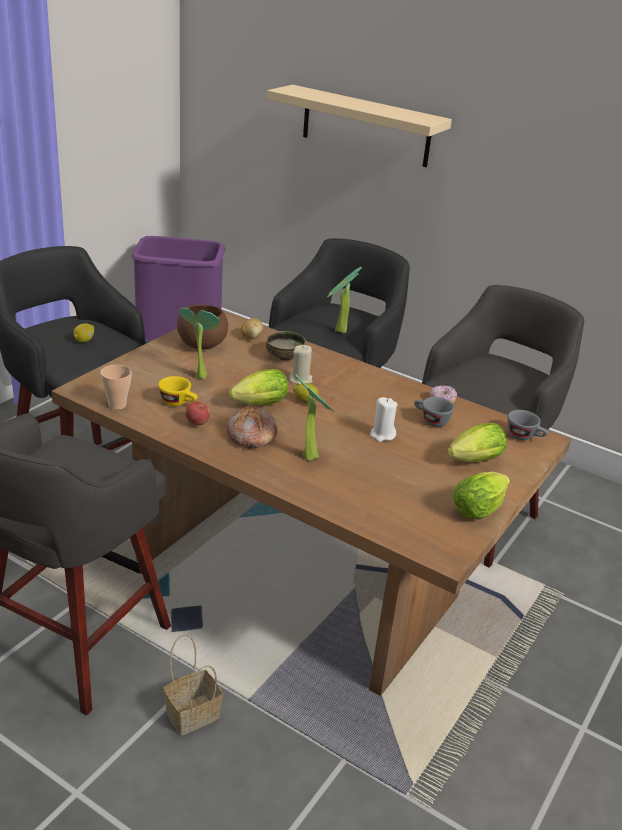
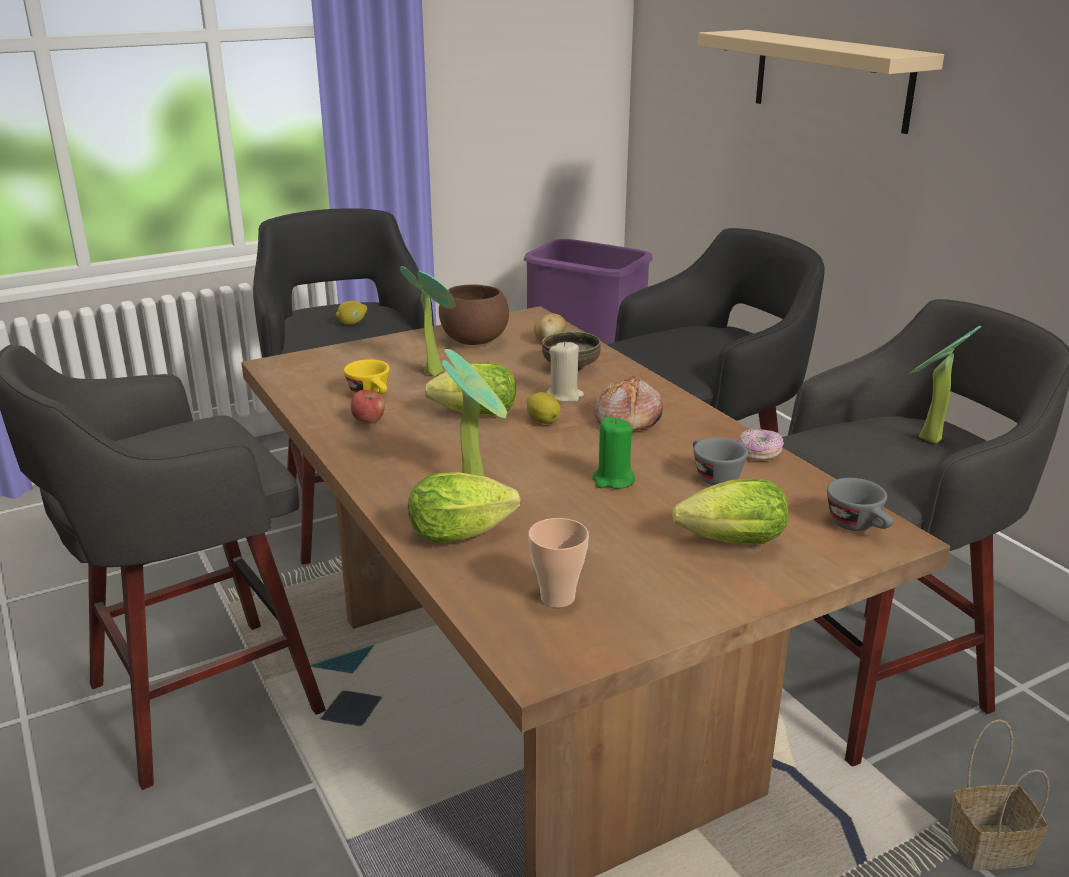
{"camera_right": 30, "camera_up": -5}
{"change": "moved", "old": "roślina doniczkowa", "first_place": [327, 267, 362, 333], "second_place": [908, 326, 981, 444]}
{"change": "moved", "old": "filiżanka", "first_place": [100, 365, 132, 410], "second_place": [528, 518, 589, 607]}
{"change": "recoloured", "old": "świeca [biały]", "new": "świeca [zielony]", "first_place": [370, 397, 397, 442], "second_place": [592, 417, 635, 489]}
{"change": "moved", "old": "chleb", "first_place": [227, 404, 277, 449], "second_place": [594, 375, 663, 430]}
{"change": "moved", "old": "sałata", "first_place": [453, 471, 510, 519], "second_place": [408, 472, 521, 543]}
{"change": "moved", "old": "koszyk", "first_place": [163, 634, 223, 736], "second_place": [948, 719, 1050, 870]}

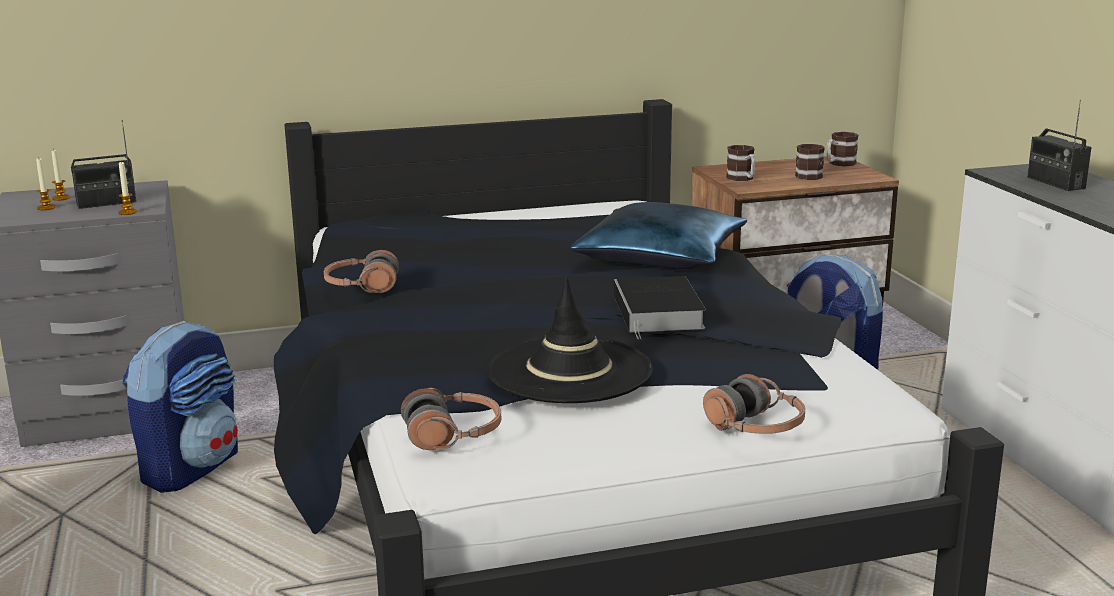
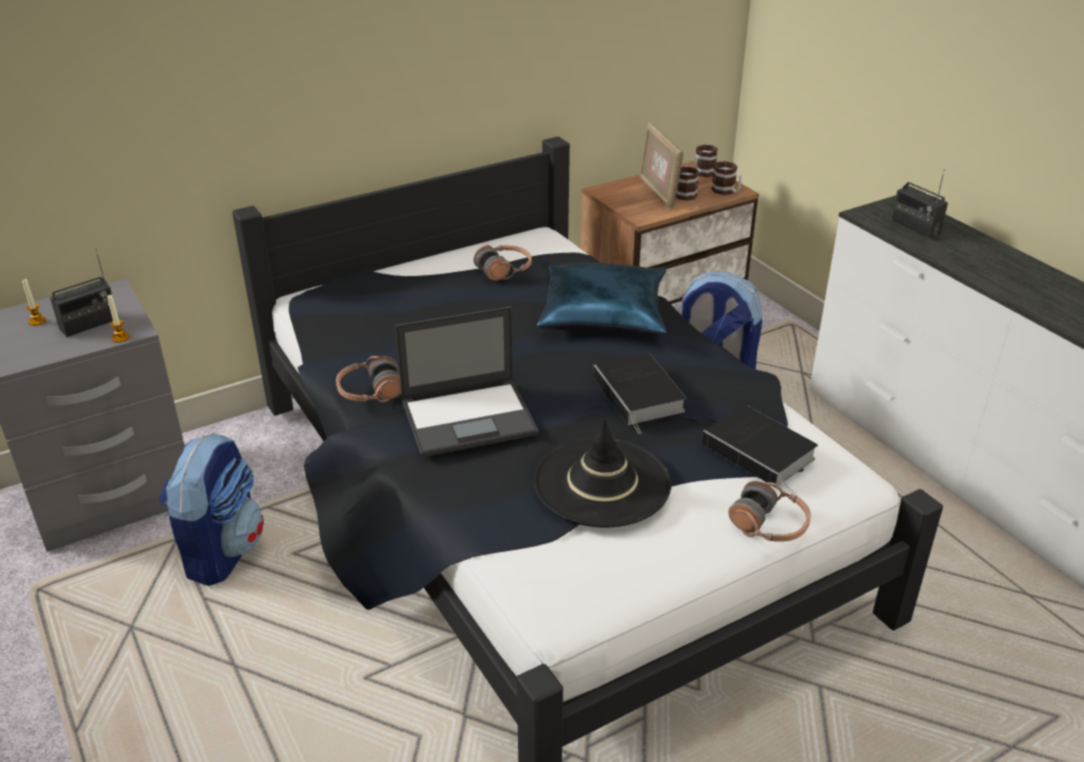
{"camera_right": -15, "camera_up": 15}
{"change": "moved", "old": "kubek", "first_place": [726, 145, 755, 181], "second_place": [711, 161, 742, 195]}
{"change": "removed", "old": "świeca", "first_place": [36, 158, 56, 210]}
{"change": "moved", "old": "słuchawki", "first_place": [401, 388, 501, 450], "second_place": [473, 245, 532, 281]}
{"change": "added", "new": "ramka na zdjęcie", "second_place": [639, 122, 684, 210]}
{"change": "added", "new": "laptop", "second_place": [395, 307, 538, 457]}
{"change": "added", "new": "książka", "second_place": [702, 405, 818, 494]}

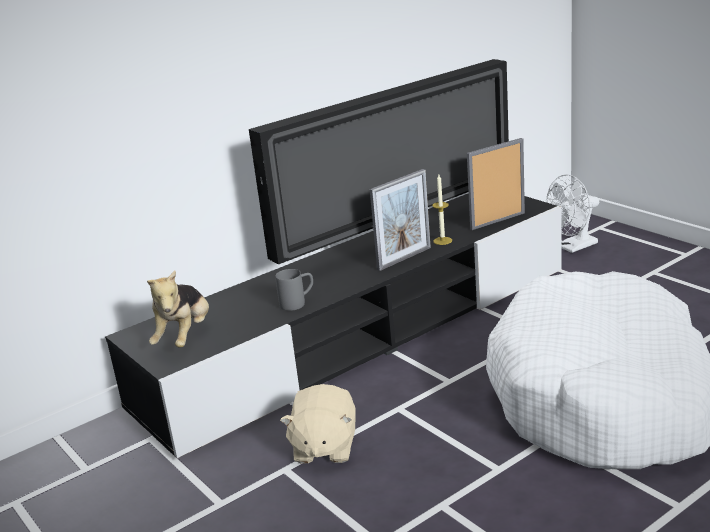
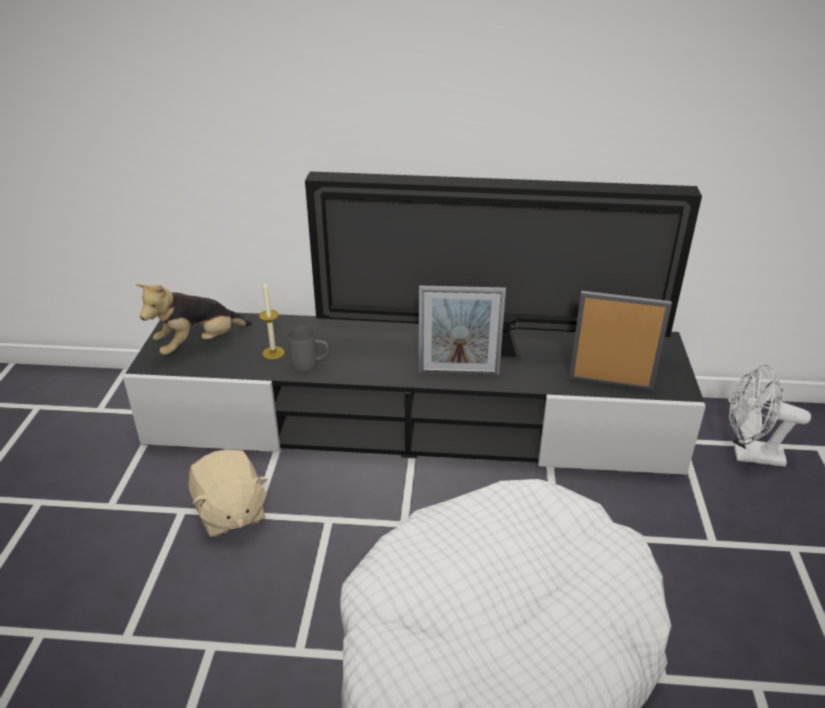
{"camera_right": 40, "camera_up": 10}
{"change": "moved", "old": "świeca", "first_place": [433, 175, 452, 245], "second_place": [259, 282, 285, 359]}
{"change": "turned", "old": "pluszak [beżowy]", "first_place": [280, 384, 356, 463], "second_place": [188, 449, 268, 537], "degrees": -75}

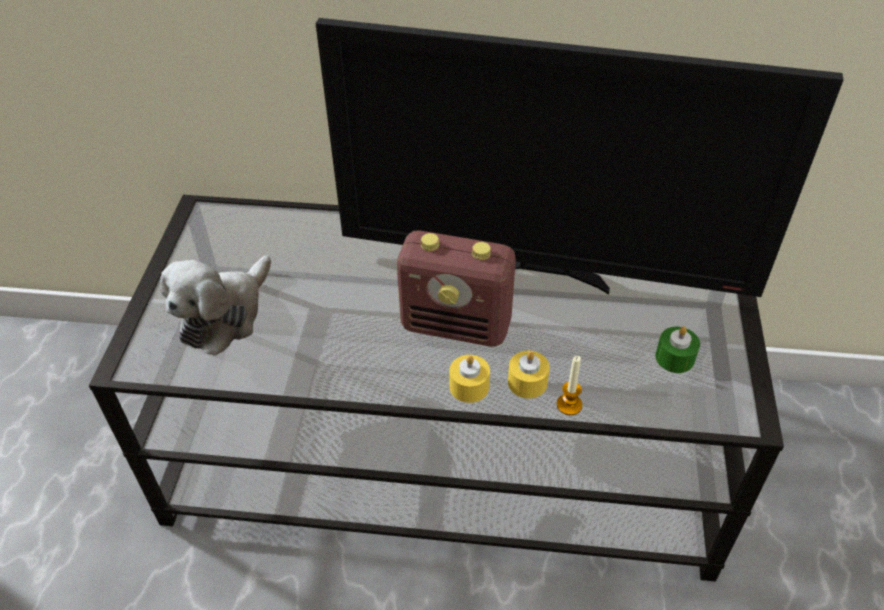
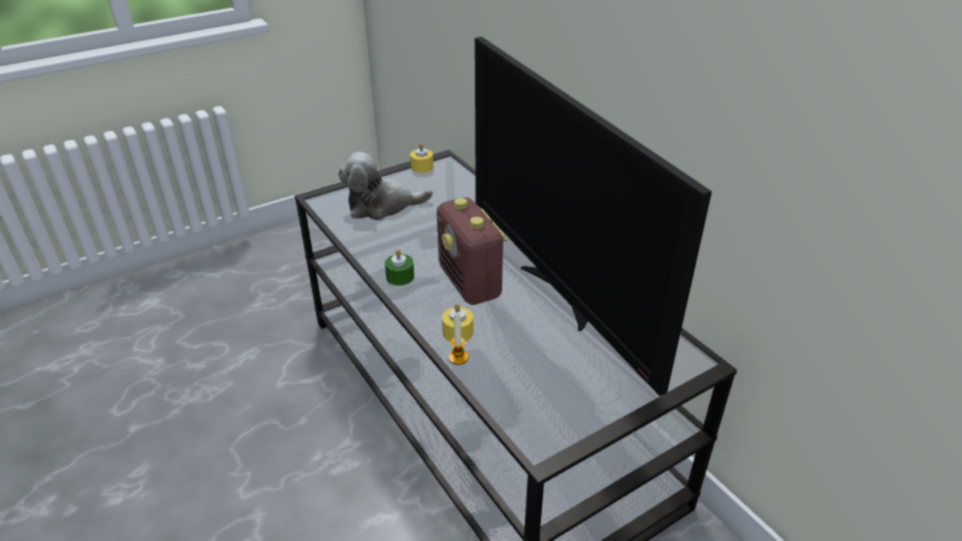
{"camera_right": 50, "camera_up": -10}
{"change": "moved", "old": "świeca [zielony]", "first_place": [655, 326, 700, 373], "second_place": [385, 249, 414, 286]}
{"change": "moved", "old": "świeca [żółty]", "first_place": [450, 355, 490, 403], "second_place": [410, 143, 433, 173]}

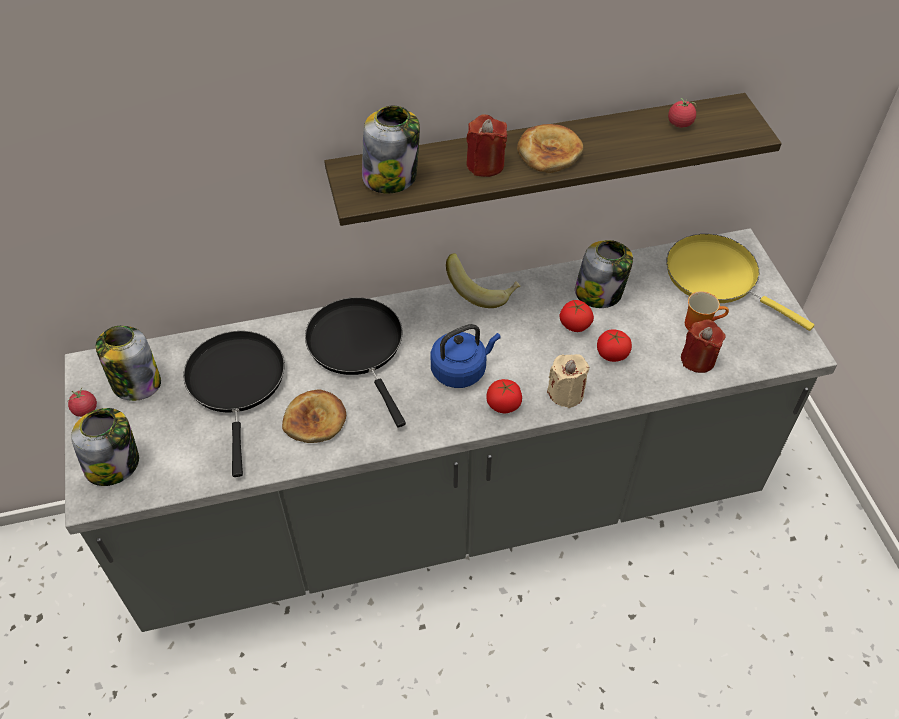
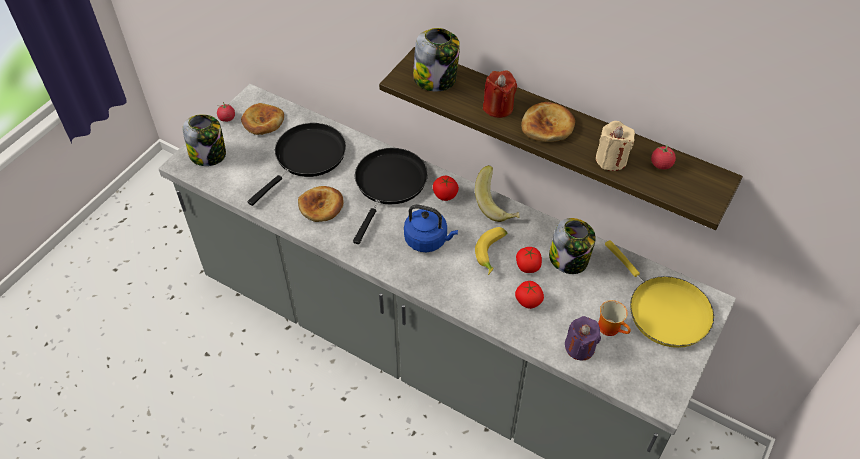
{"camera_right": 45, "camera_up": 0}
{"change": "turned", "old": "patelnia [żółty]", "first_place": [666, 234, 814, 331], "second_place": [605, 240, 714, 348], "degrees": 150}
{"change": "recoloured", "old": "świeca [czerwony]", "new": "świeca [fioletowy]", "first_place": [681, 320, 726, 373], "second_place": [565, 316, 601, 360]}
{"change": "replaced", "old": "słoik", "new": "chleb", "first_place": [96, 326, 161, 401], "second_place": [241, 103, 284, 135]}
{"change": "moved", "old": "świeca [beżowy]", "first_place": [547, 354, 589, 408], "second_place": [596, 121, 635, 171]}
{"change": "moved", "old": "pomidor", "first_place": [487, 379, 522, 413], "second_place": [433, 176, 459, 201]}
{"change": "added", "new": "banan", "second_place": [475, 227, 508, 275]}

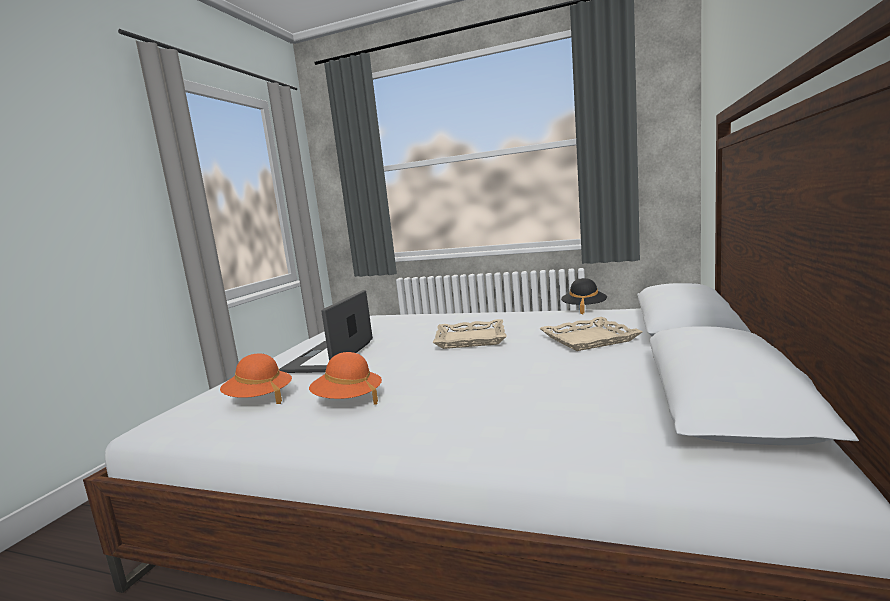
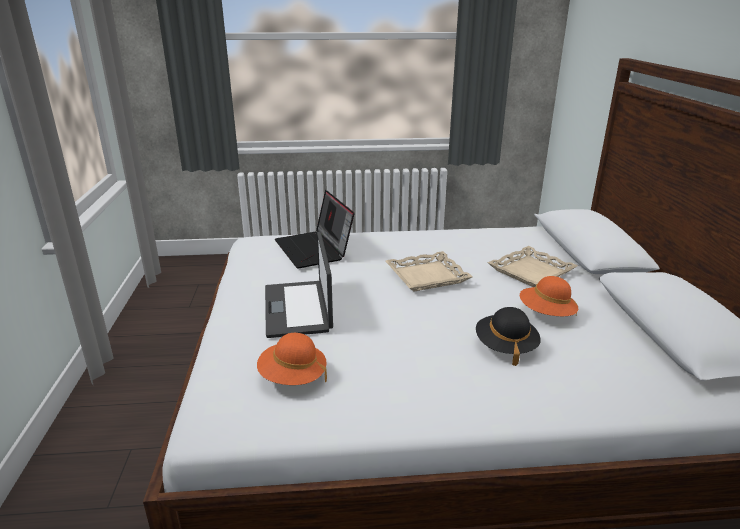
{"camera_right": -25, "camera_up": 15}
{"change": "moved", "old": "kapelusz [czarny]", "first_place": [561, 278, 607, 314], "second_place": [476, 307, 541, 366]}
{"change": "moved", "old": "kapelusz [pomarańczowy]", "first_place": [309, 352, 382, 405], "second_place": [520, 276, 578, 316]}
{"change": "added", "new": "laptop", "second_place": [275, 190, 354, 269]}

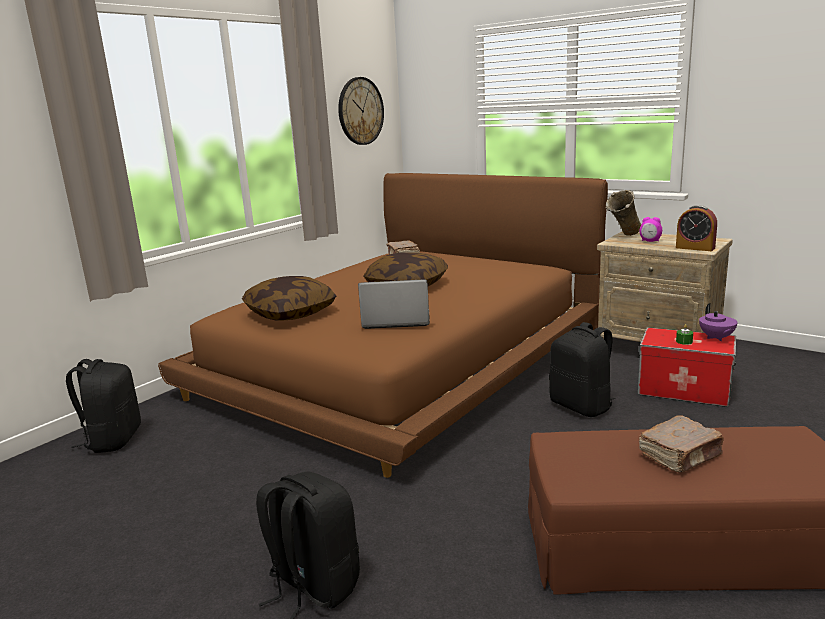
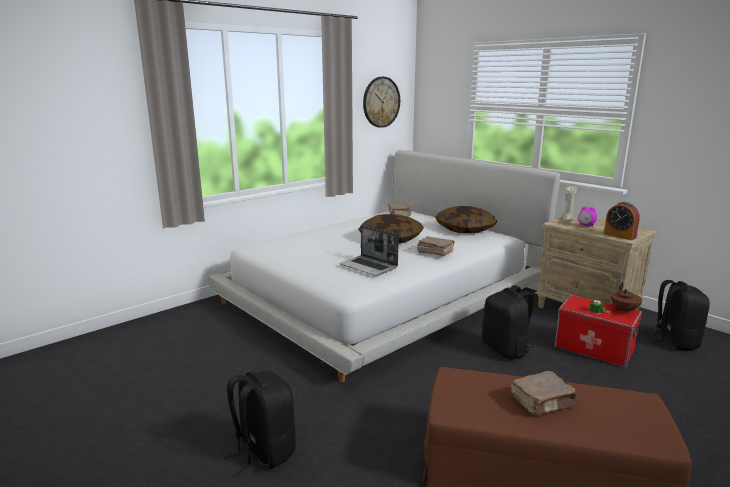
{"camera_right": 10, "camera_up": 0}
{"change": "recoloured", "old": "łóżko [brązowy]", "new": "łóżko [biały]", "first_place": [158, 173, 608, 478], "second_place": [208, 150, 560, 382]}
{"change": "replaced", "old": "wazon [beżowy]", "new": "świeca [beżowy]", "first_place": [606, 190, 641, 236], "second_place": [560, 186, 577, 221]}
{"change": "moved", "old": "poduszka", "first_place": [242, 276, 336, 321], "second_place": [435, 206, 498, 234]}
{"change": "turned", "old": "laptop", "first_place": [358, 279, 430, 329], "second_place": [339, 226, 399, 276], "degrees": -150}
{"change": "recoloured", "old": "imbryk [fioletowy]", "new": "imbryk [brązowy]", "first_place": [699, 303, 738, 341], "second_place": [611, 282, 642, 314]}
{"change": "moved", "old": "plecak [czarny]", "first_place": [66, 359, 141, 453], "second_place": [644, 280, 710, 351]}
{"change": "added", "new": "książka [brązowy]", "second_place": [417, 236, 455, 256]}

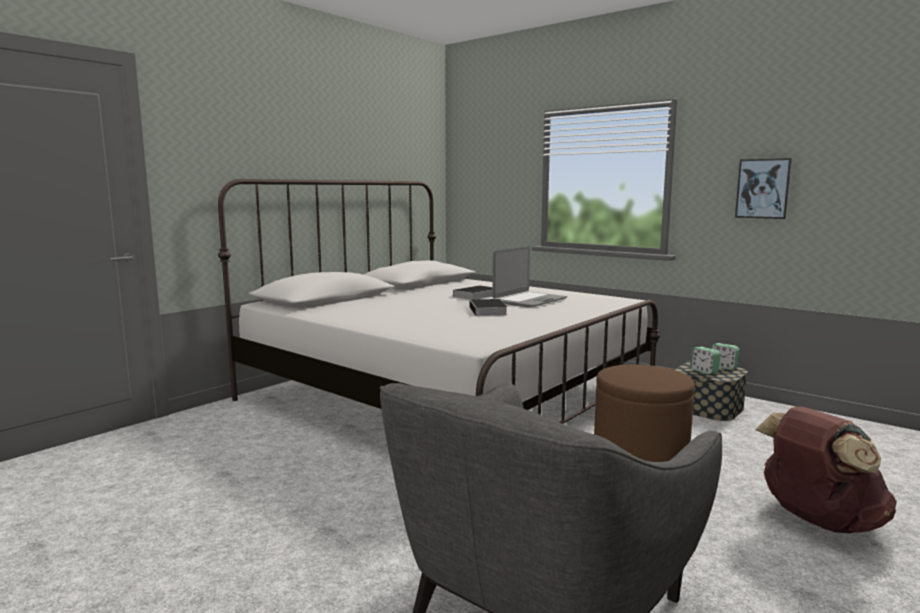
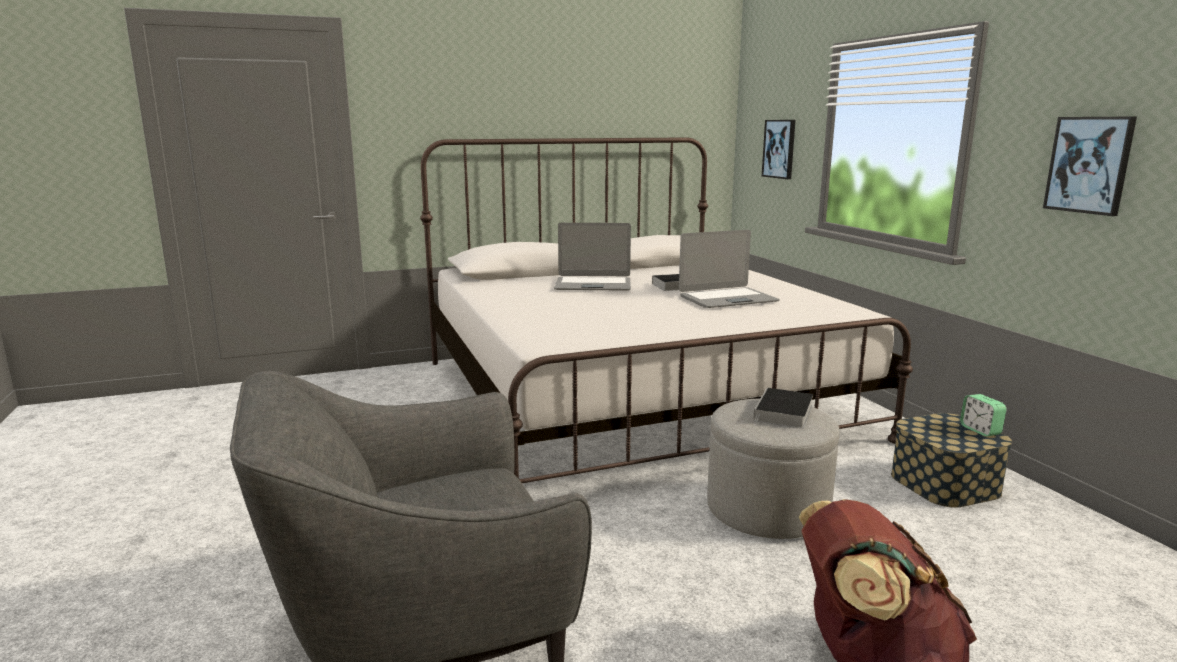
{"camera_right": 30, "camera_up": 5}
{"change": "moved", "old": "książka", "first_place": [470, 299, 507, 317], "second_place": [753, 388, 813, 429]}
{"change": "removed", "old": "budzik", "first_place": [690, 347, 720, 374]}
{"change": "recoloured", "old": "pufa [brązowy]", "new": "pufa [szary]", "first_place": [594, 364, 695, 462], "second_place": [707, 399, 839, 539]}
{"change": "added", "new": "obraz", "second_place": [762, 120, 795, 179]}
{"change": "added", "new": "laptop", "second_place": [554, 223, 631, 291]}

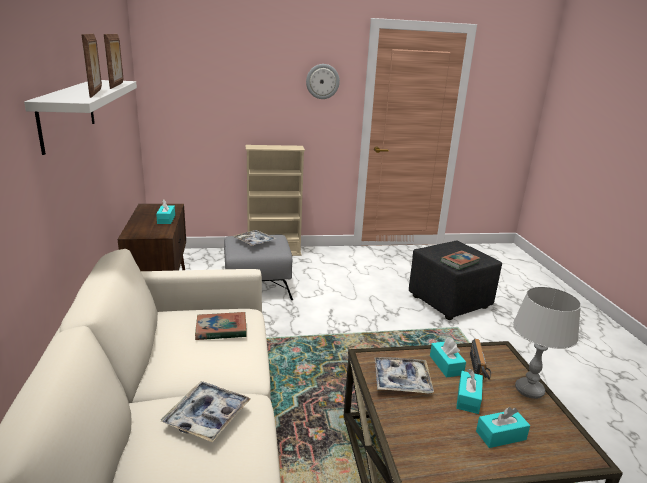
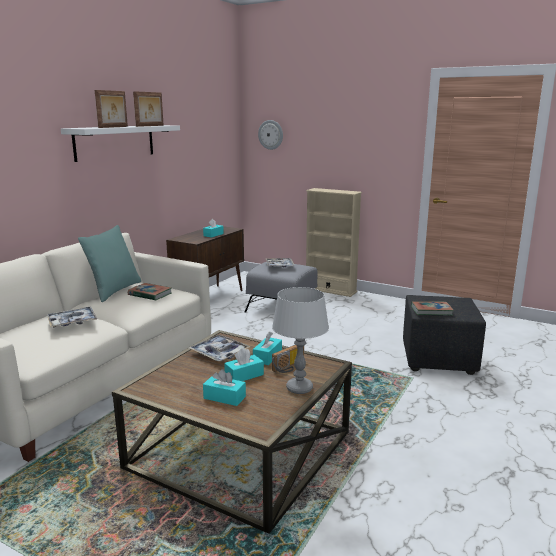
{"camera_right": 40, "camera_up": -5}
{"change": "moved", "old": "zegar ścienny", "first_place": [306, 64, 340, 99], "second_place": [258, 120, 283, 150]}
{"change": "added", "new": "poduszka [turkusowy]", "second_place": [78, 225, 141, 302]}

